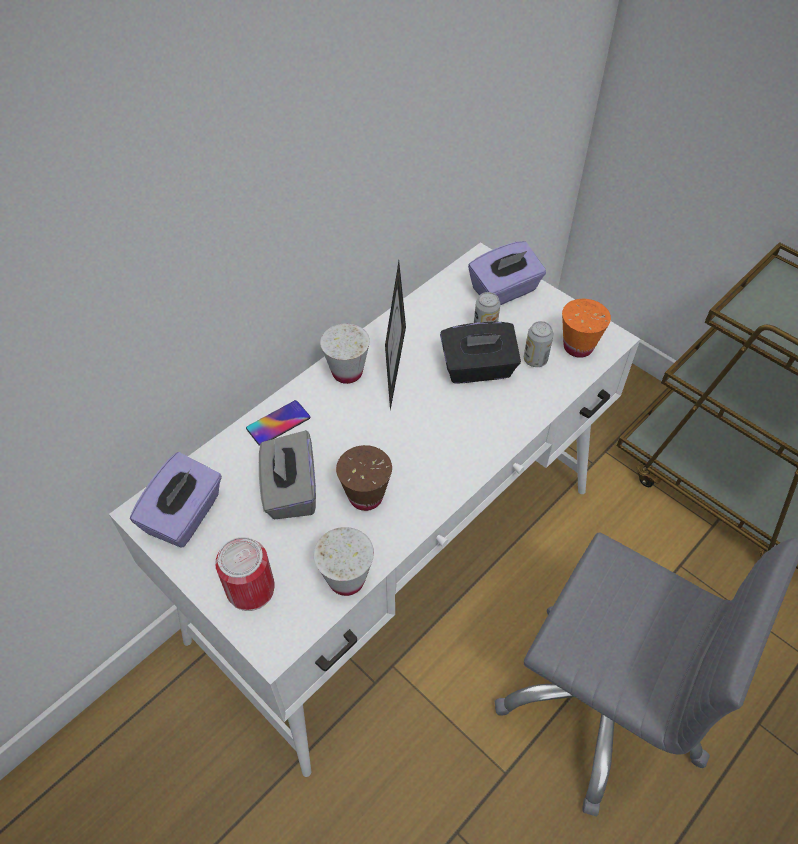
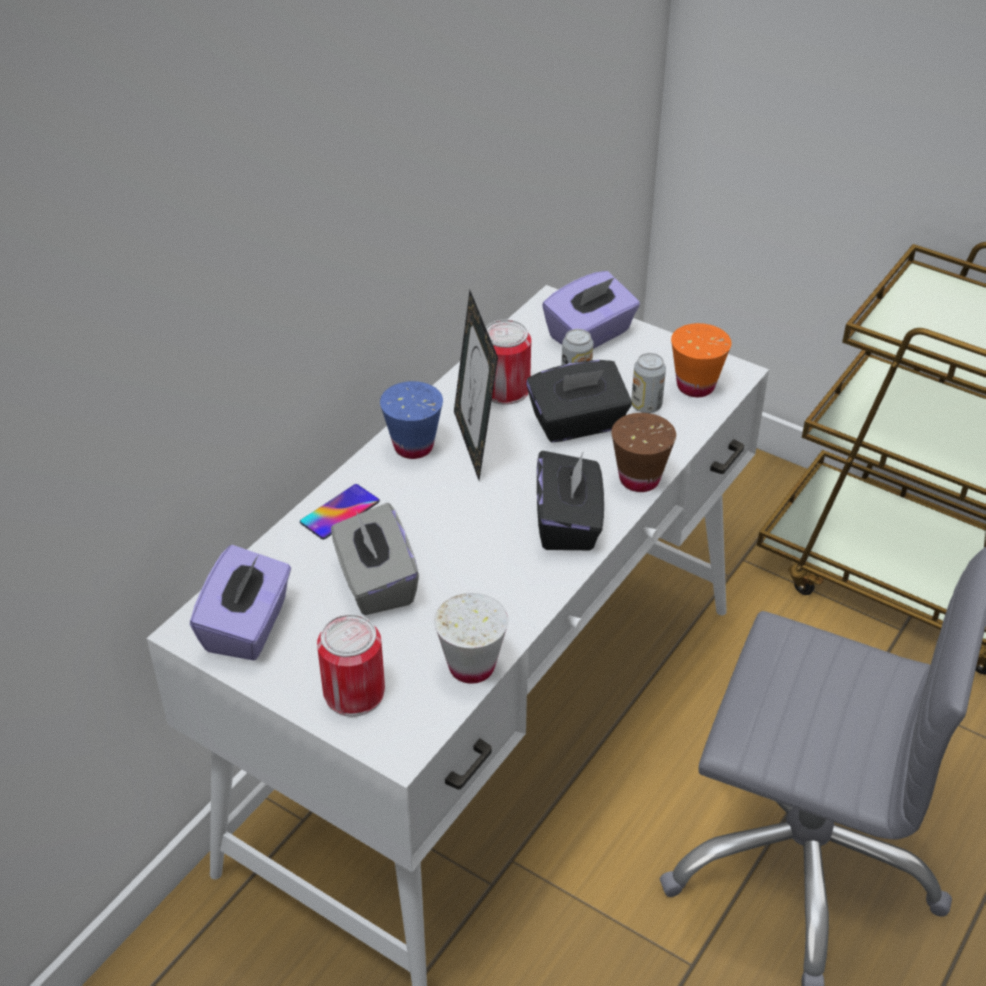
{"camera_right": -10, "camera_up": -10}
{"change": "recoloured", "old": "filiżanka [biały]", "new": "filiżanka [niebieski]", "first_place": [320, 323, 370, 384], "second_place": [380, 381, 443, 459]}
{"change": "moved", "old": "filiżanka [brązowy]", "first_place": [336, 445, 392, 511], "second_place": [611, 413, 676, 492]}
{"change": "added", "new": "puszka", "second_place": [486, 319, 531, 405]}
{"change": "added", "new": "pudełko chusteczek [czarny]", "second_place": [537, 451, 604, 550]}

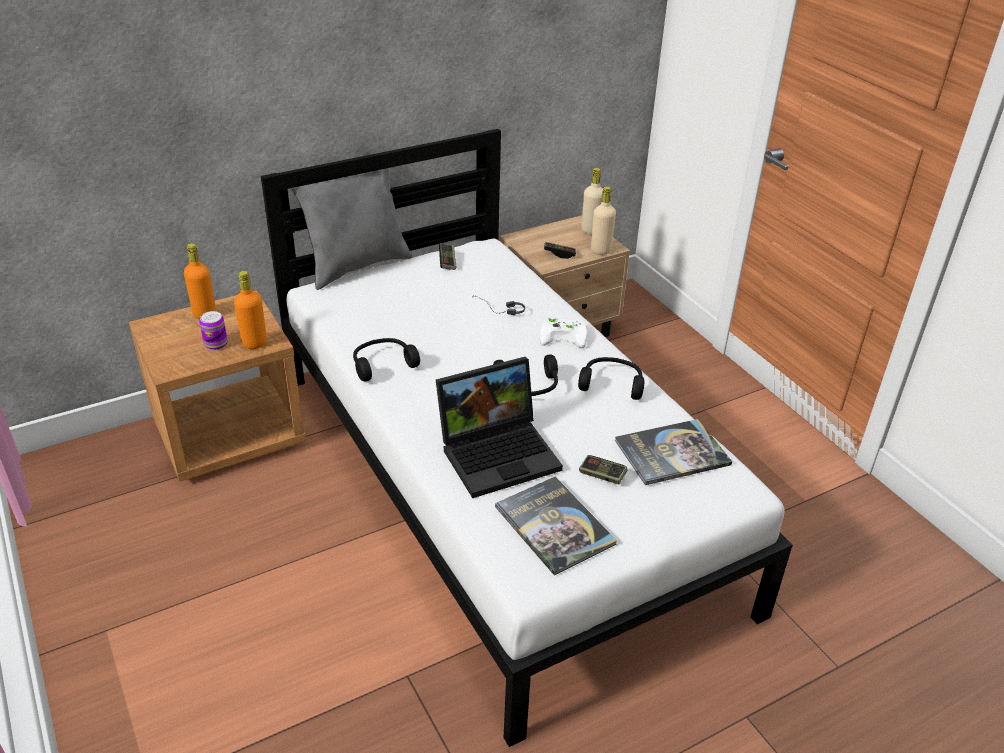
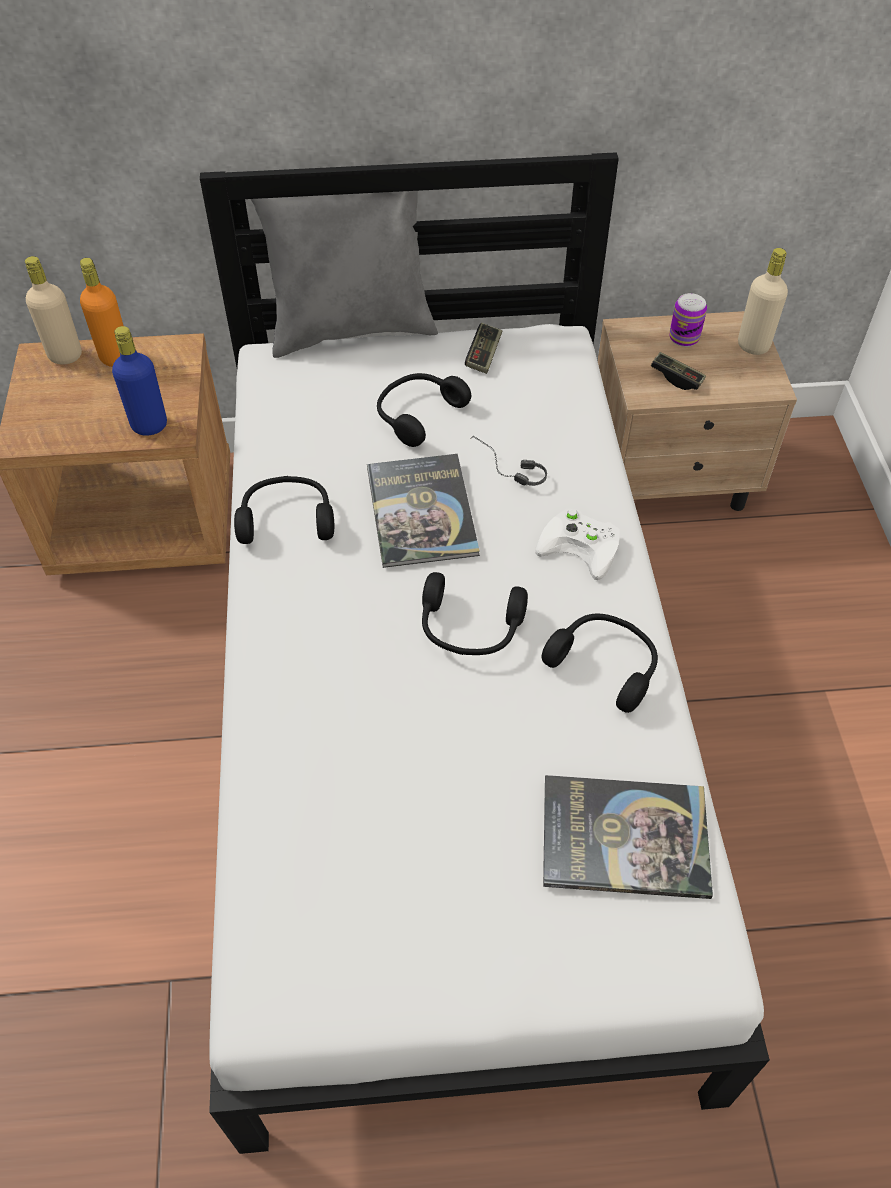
{"camera_right": 25, "camera_up": 15}
{"change": "moved", "old": "butelka [beżowy]", "first_place": [591, 186, 616, 255], "second_place": [25, 256, 82, 364]}
{"change": "recoloured", "old": "butelka [pomarańczowy]", "new": "butelka [niebieski]", "first_place": [234, 271, 267, 349], "second_place": [112, 326, 167, 436]}
{"change": "moved", "old": "puszka", "first_place": [199, 311, 228, 350], "second_place": [669, 293, 707, 347]}
{"change": "removed", "old": "laptop", "first_place": [436, 357, 563, 498]}
{"change": "removed", "old": "pad do gier", "first_place": [579, 455, 628, 484]}
{"change": "moved", "old": "książka", "first_place": [495, 476, 617, 575], "second_place": [367, 454, 480, 568]}
{"change": "added", "new": "słuchawki [czarny]", "second_place": [377, 373, 471, 447]}

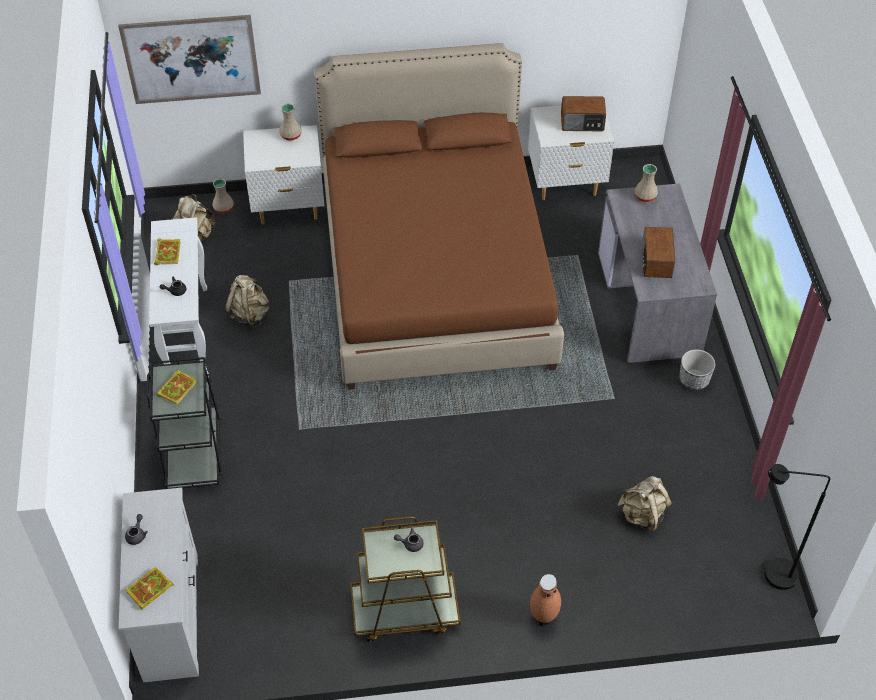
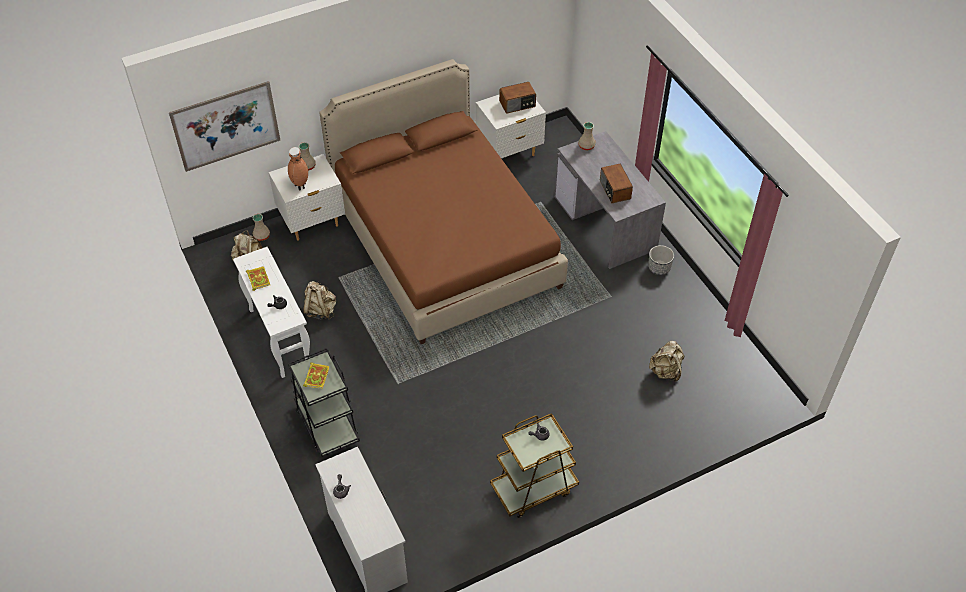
{"camera_right": -20, "camera_up": 0}
{"change": "removed", "old": "lampa stojąca [czarny]", "first_place": [764, 464, 830, 590]}
{"change": "removed", "old": "książka", "first_place": [125, 567, 174, 610]}
{"change": "moved", "old": "wazon [brązowy]", "first_place": [530, 574, 561, 626], "second_place": [288, 147, 308, 190]}

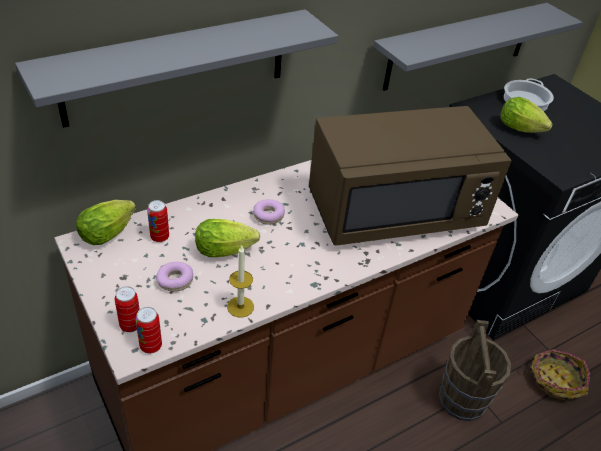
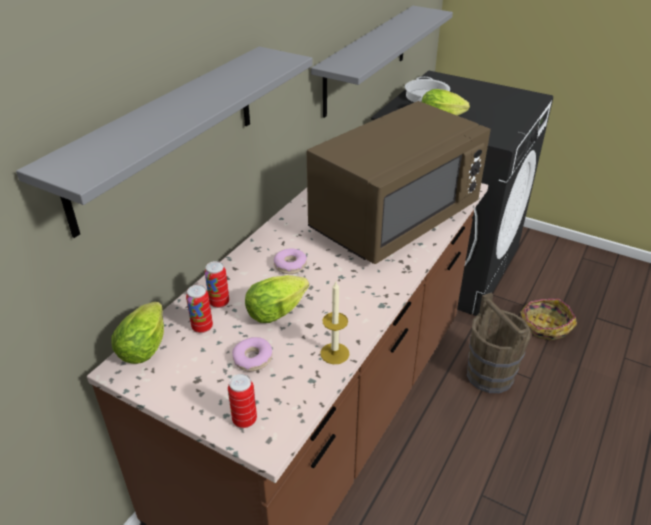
{"camera_right": -25, "camera_up": -5}
{"change": "moved", "old": "puszka", "first_place": [136, 307, 162, 354], "second_place": [205, 261, 229, 308]}

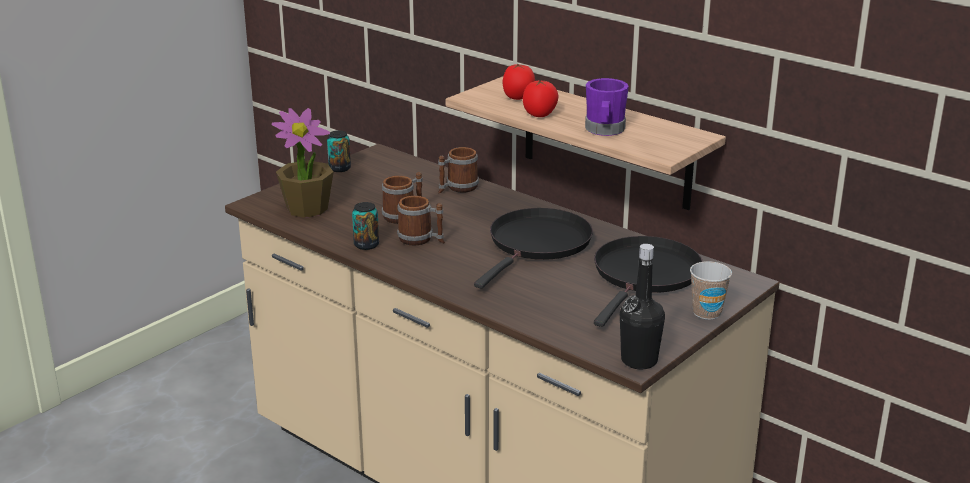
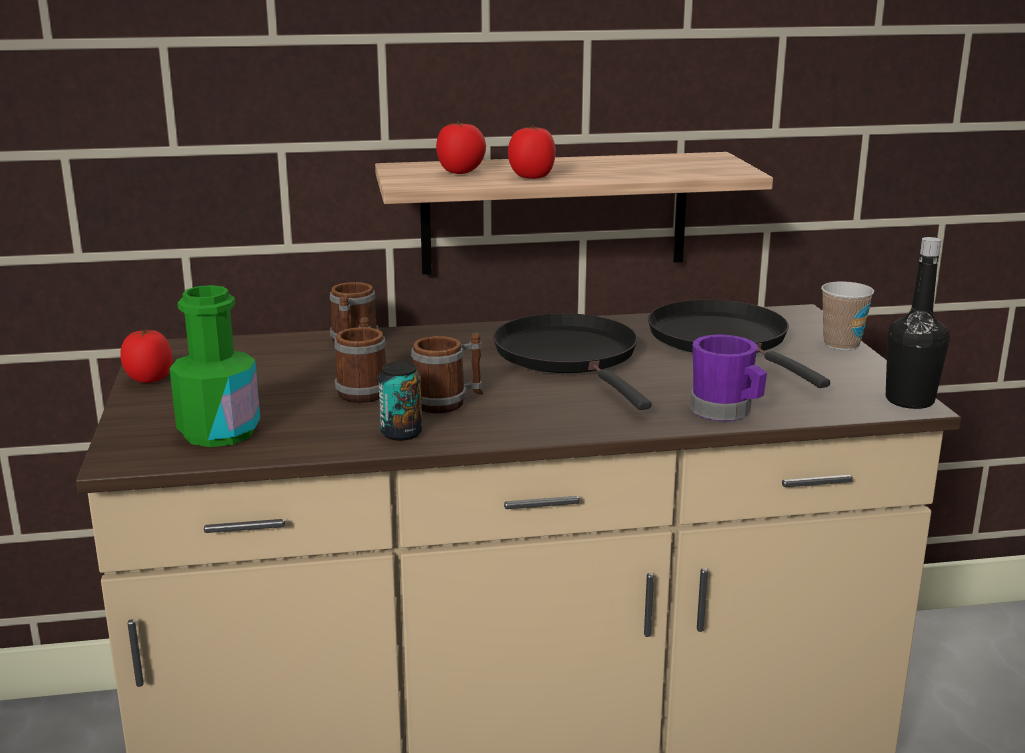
{"camera_right": -50, "camera_up": -5}
{"change": "moved", "old": "kubek [fioletowy]", "first_place": [585, 78, 629, 136], "second_place": [690, 334, 767, 421]}
{"change": "replaced", "old": "roślina doniczkowa", "new": "butelka [zielony]", "first_place": [272, 108, 334, 218], "second_place": [169, 285, 260, 447]}
{"change": "replaced", "old": "puszka", "new": "pomidor", "first_place": [327, 130, 351, 172], "second_place": [120, 330, 172, 383]}

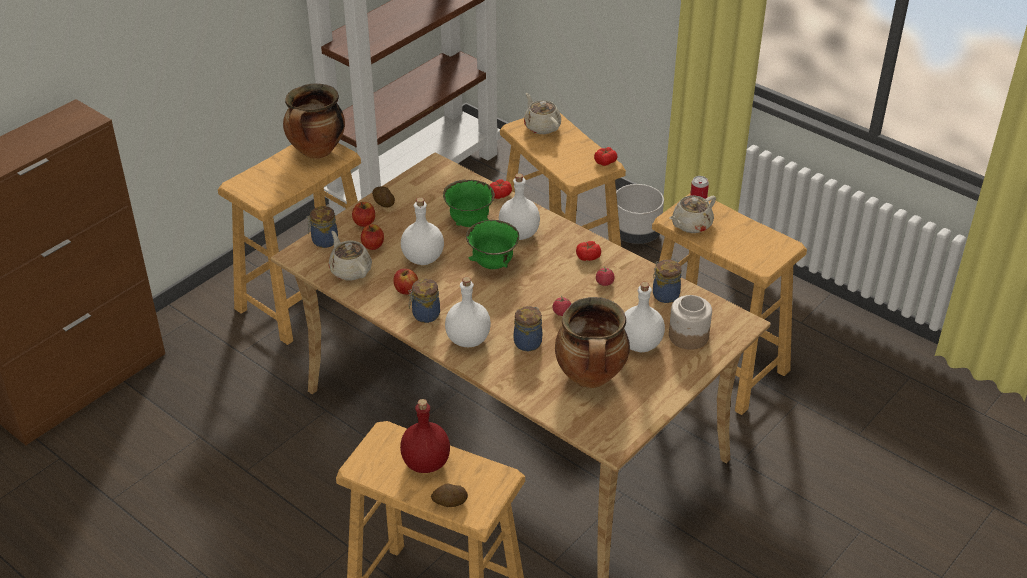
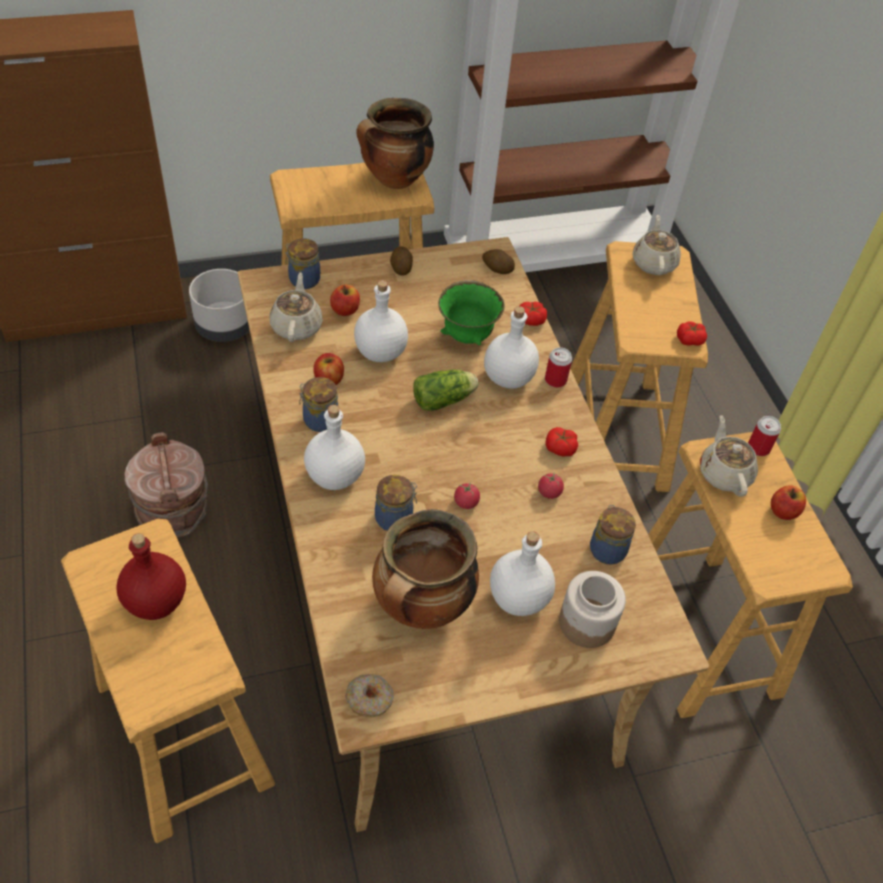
{"camera_right": 30, "camera_up": 10}
{"change": "moved", "old": "donica [szary]", "first_place": [616, 184, 664, 244], "second_place": [189, 269, 249, 342]}
{"change": "turned", "old": "imbryk [beżowy]", "first_place": [669, 195, 716, 233], "second_place": [700, 415, 758, 497], "degrees": 90}
{"change": "moved", "old": "jabłko", "first_place": [352, 202, 375, 227], "second_place": [771, 485, 806, 520]}
{"change": "replaced", "old": "miska [zielony]", "new": "sałata", "first_place": [466, 220, 519, 269], "second_place": [413, 369, 478, 411]}
{"change": "moved", "old": "ziemniak", "first_place": [431, 484, 468, 507], "second_place": [482, 249, 515, 274]}
{"change": "added", "new": "puszka", "second_place": [545, 347, 572, 388]}
{"change": "added", "new": "wiadro [brązowy]", "second_place": [125, 432, 209, 537]}
{"change": "added", "new": "donut", "second_place": [345, 674, 394, 718]}

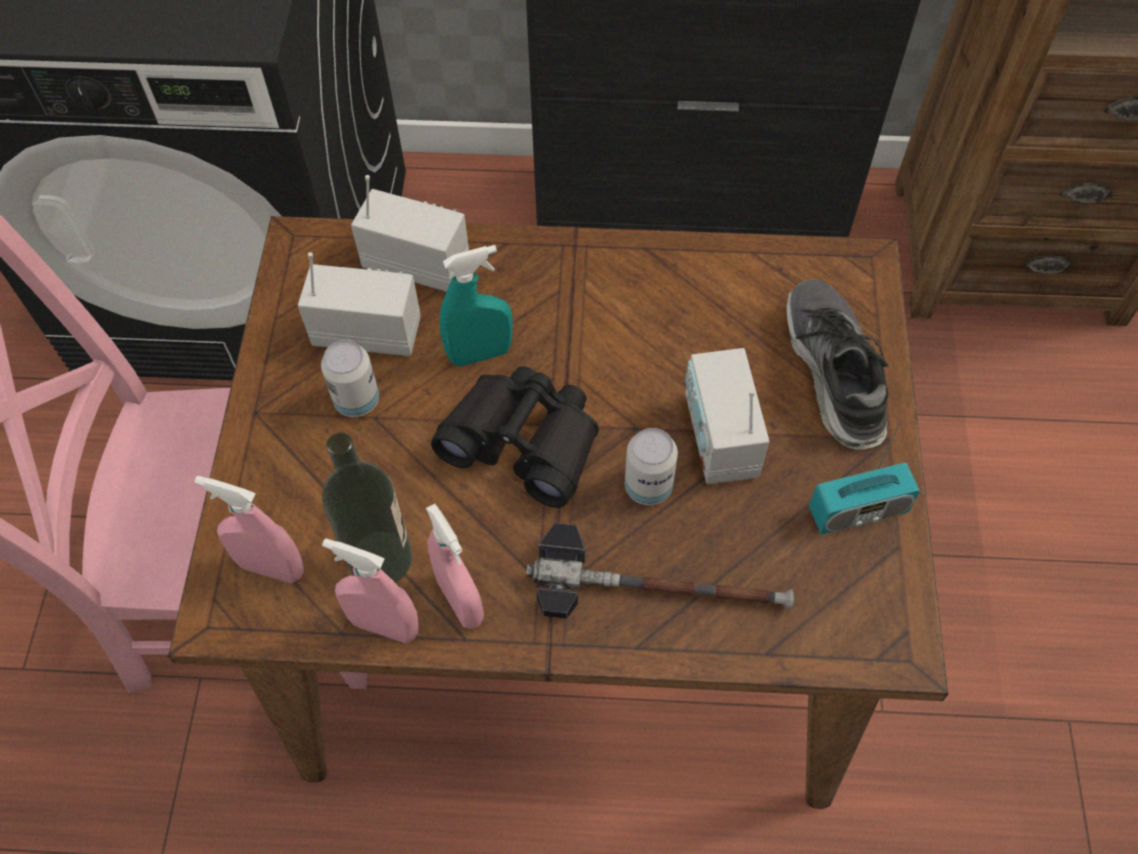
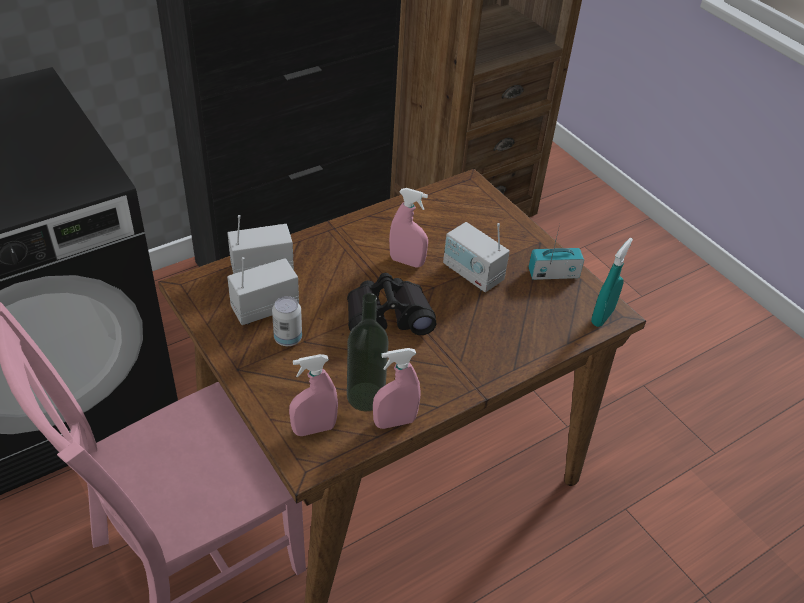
{"camera_right": -40, "camera_up": -15}
{"change": "moved", "old": "spryskiwacz [turkusowy]", "first_place": [440, 245, 513, 366], "second_place": [591, 238, 633, 327]}
{"change": "removed", "old": "but", "first_place": [787, 279, 889, 450]}
{"change": "turned", "old": "radio", "first_place": [809, 419, 920, 534], "second_place": [529, 224, 584, 280], "degrees": -135}
{"change": "removed", "old": "puszka", "first_place": [625, 428, 678, 505]}
{"change": "moved", "old": "spryskiwacz [różowy]", "first_place": [426, 504, 484, 629], "second_place": [389, 188, 428, 267]}
{"change": "removed", "old": "młotek", "first_place": [526, 523, 794, 619]}

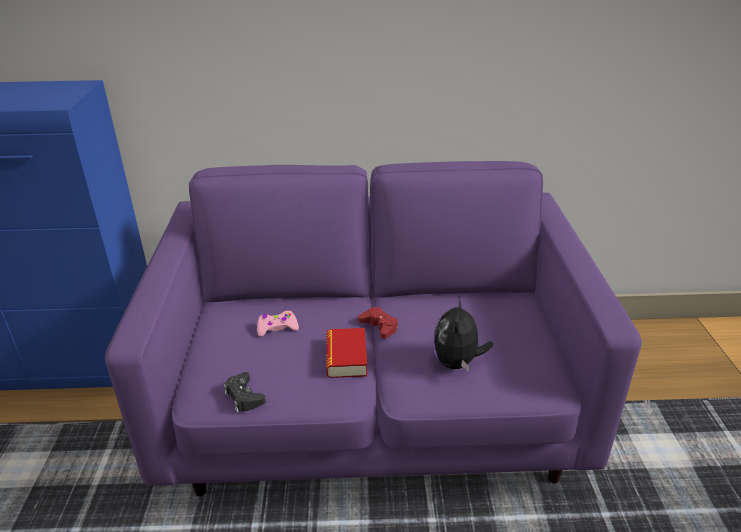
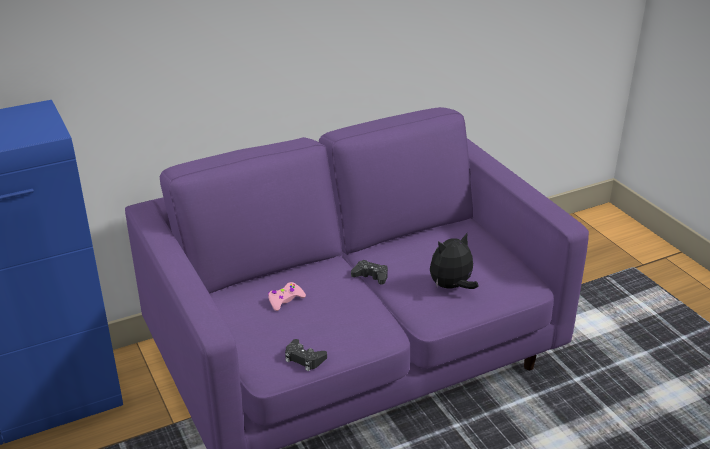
{"camera_right": -25, "camera_up": 0}
{"change": "turned", "old": "pluszak", "first_place": [433, 295, 493, 372], "second_place": [430, 233, 478, 289], "degrees": 75}
{"change": "recoloured", "old": "pad do gier [czerwony]", "new": "pad do gier [czarny]", "first_place": [358, 307, 398, 339], "second_place": [351, 260, 388, 285]}
{"change": "removed", "old": "książka", "first_place": [326, 328, 367, 378]}

